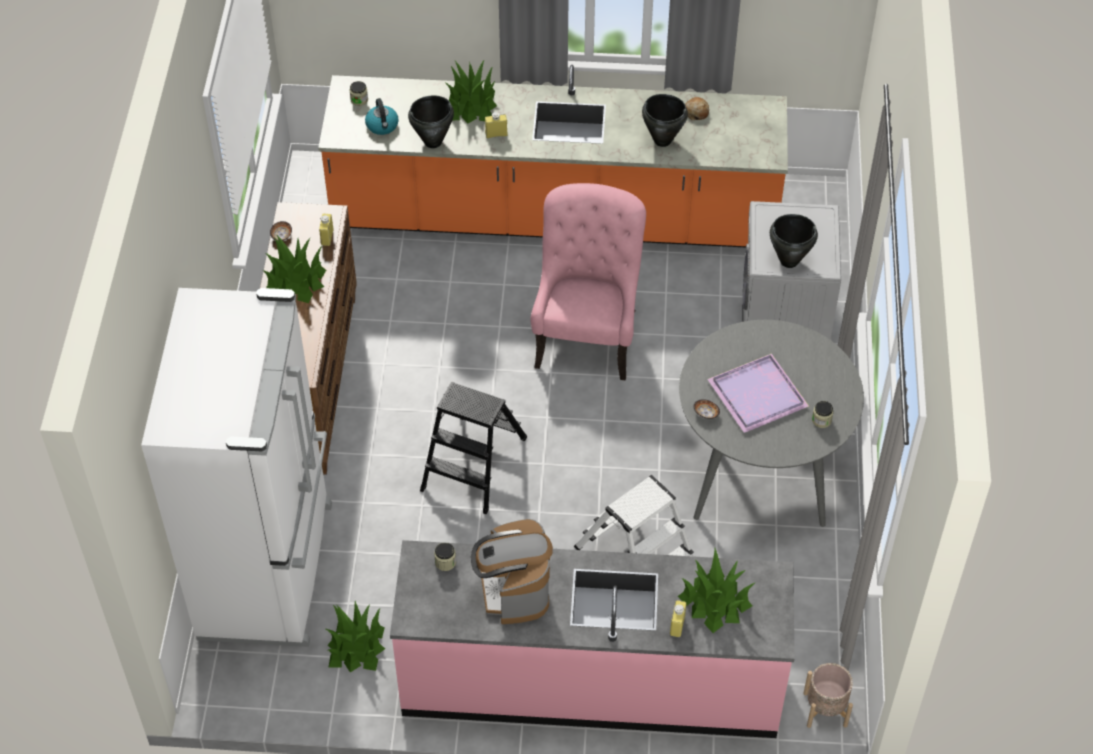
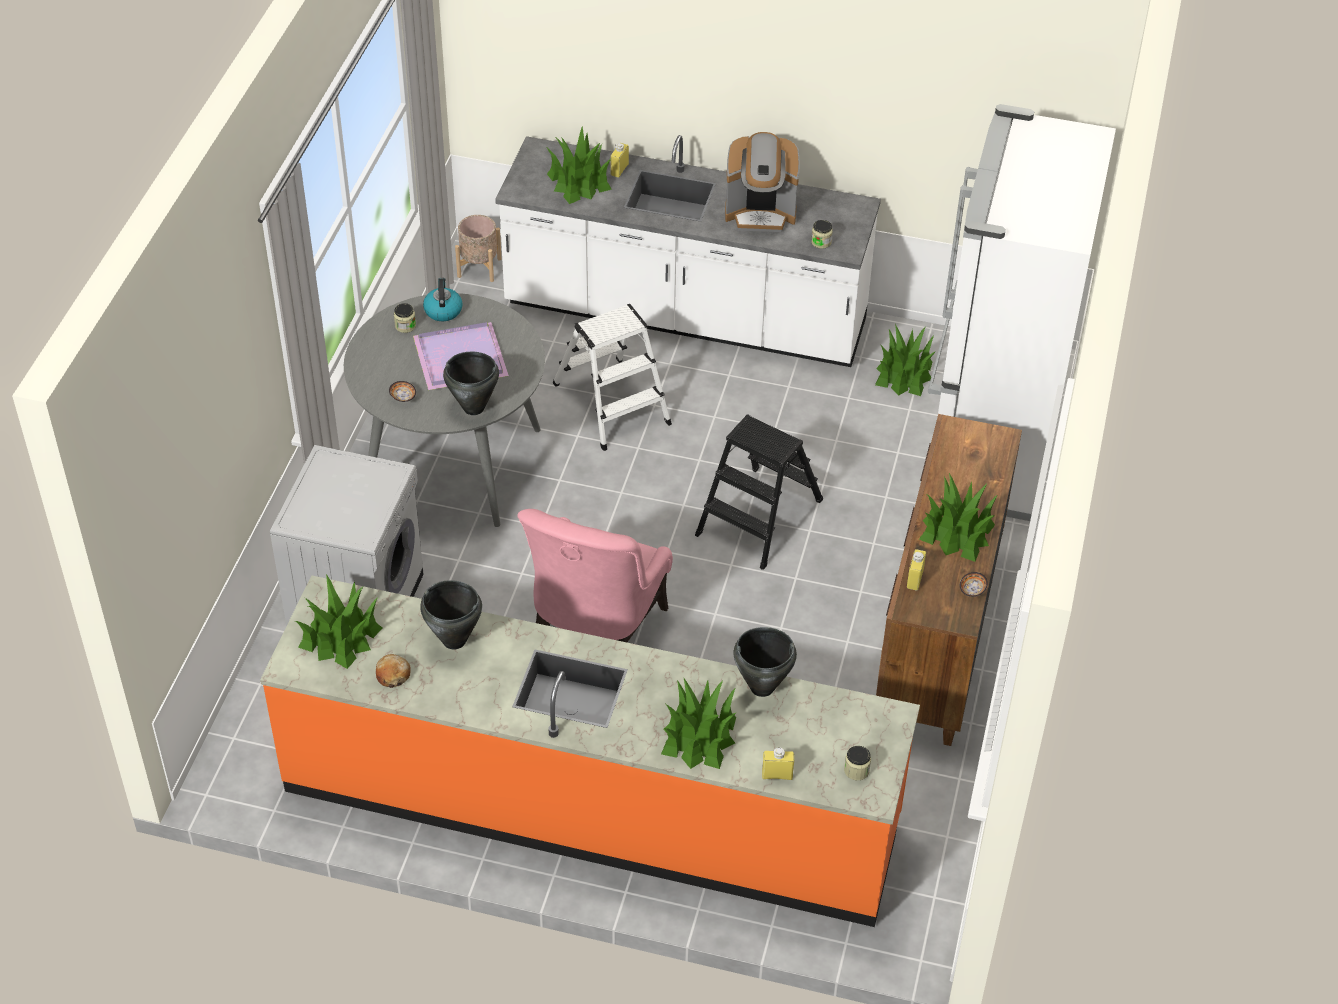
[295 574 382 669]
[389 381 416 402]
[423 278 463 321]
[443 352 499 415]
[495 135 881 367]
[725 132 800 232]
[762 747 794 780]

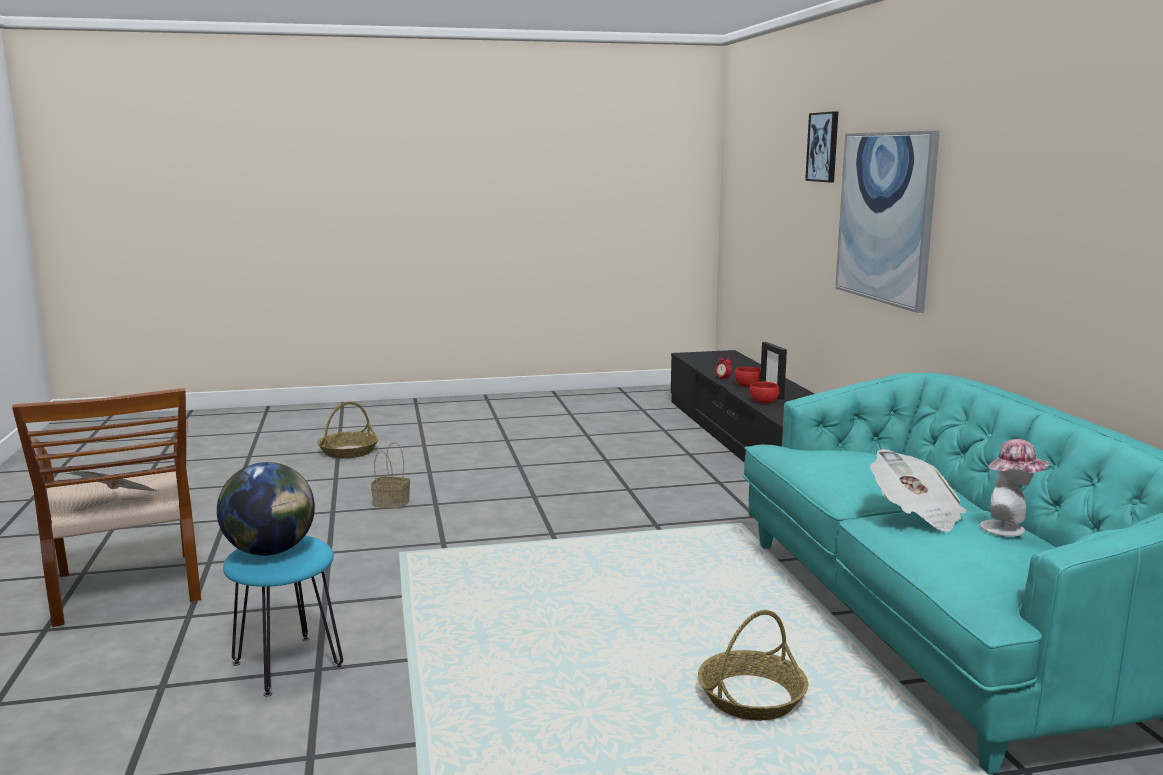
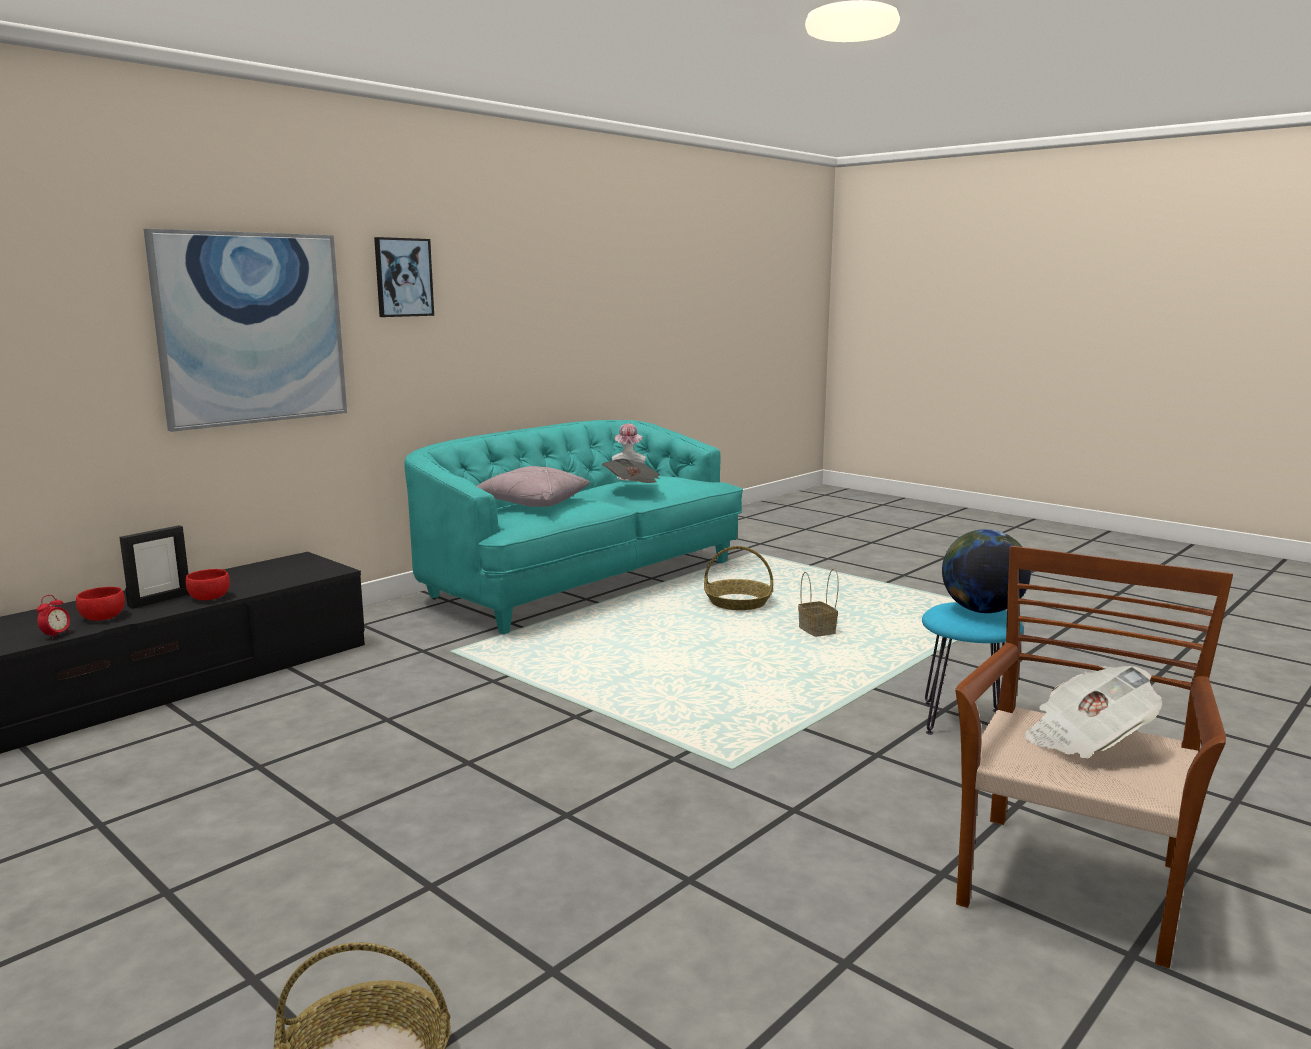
[374 237 434 317]
[477 466 590 507]
[798 568 839 637]

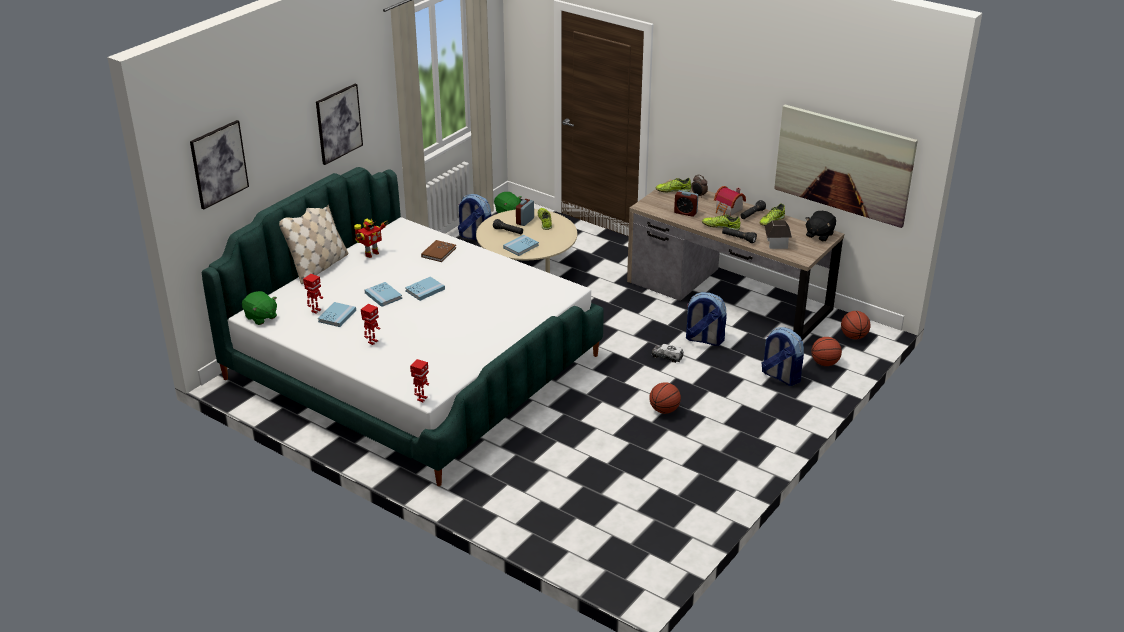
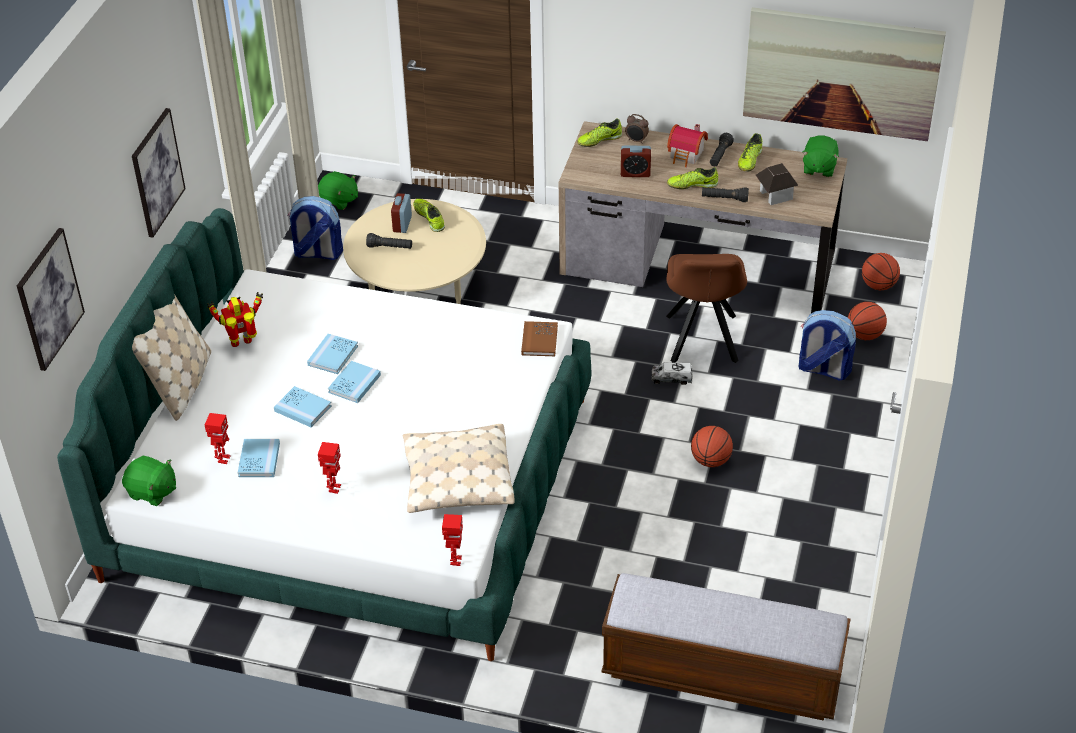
[208 292 263 347]
[307 334 358 374]
[403 424 515 513]
[521 321 558 356]
[601 573 851 721]
[666 254 747 363]
[802 136 839 177]

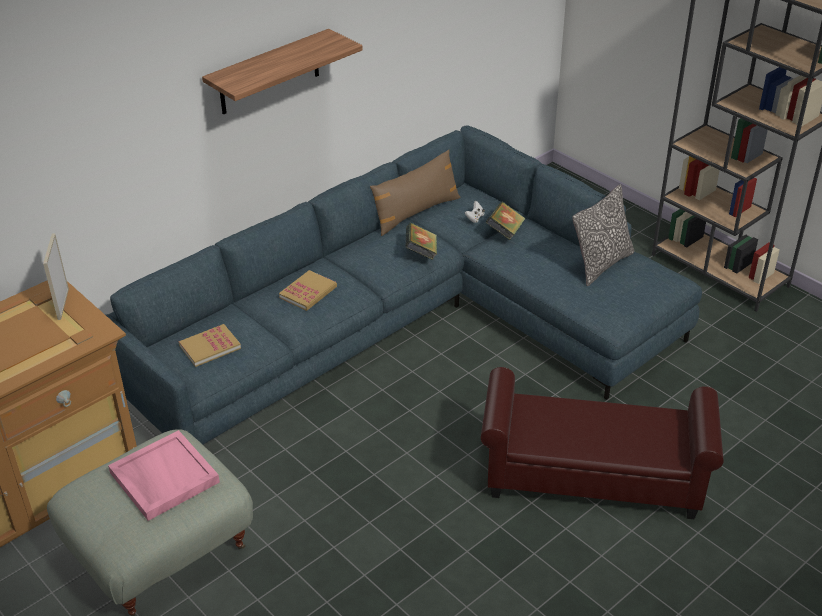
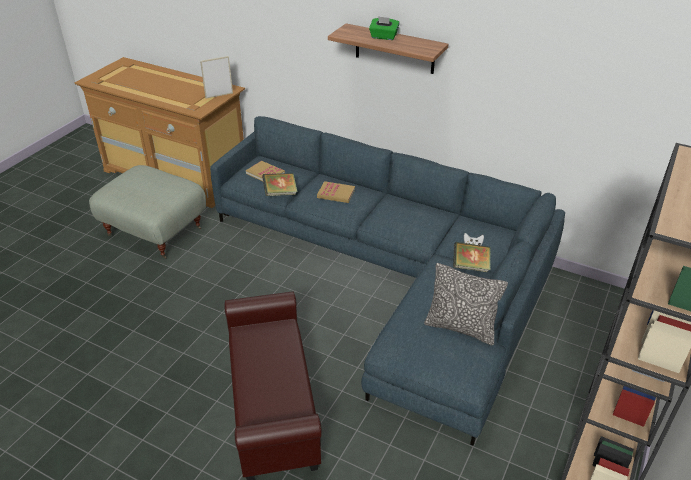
[262 173 298 196]
[369 16 400 40]
[108 430 220 521] (first image)
[370 149 461 236] (first image)

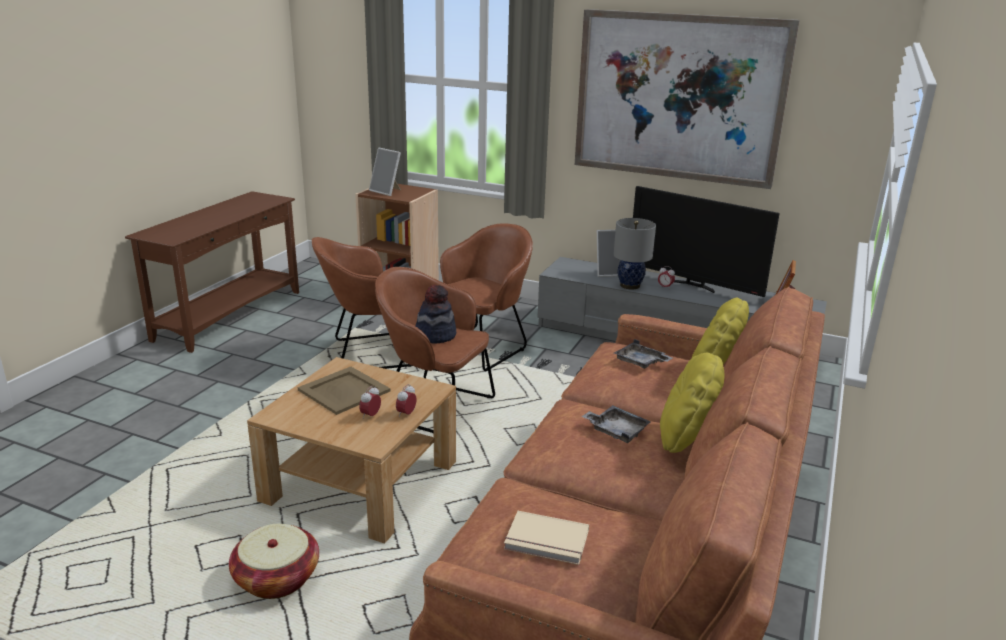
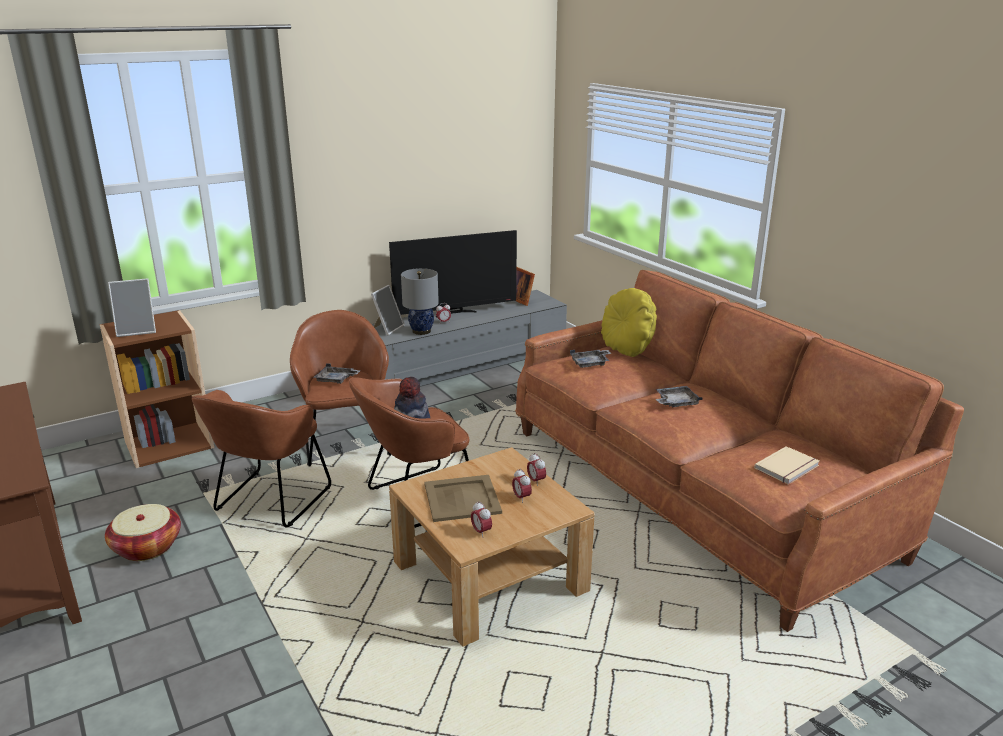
[105 504 181 561]
[313 363 360 384]
[471 501 492 538]
[575 9 800 189] (first image)
[660 353 725 453] (first image)

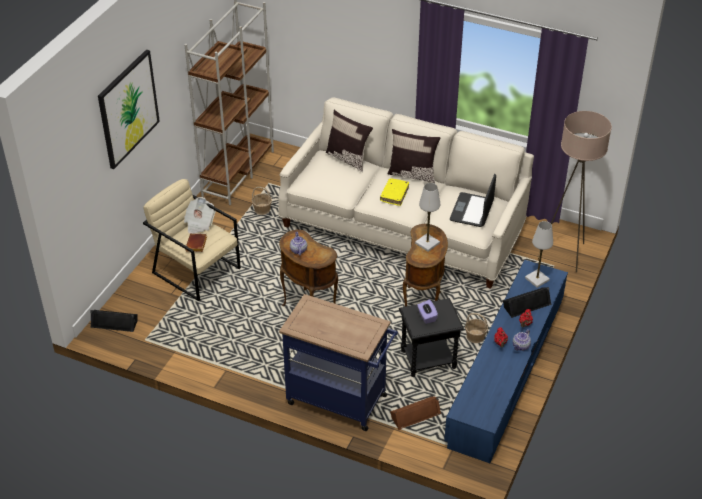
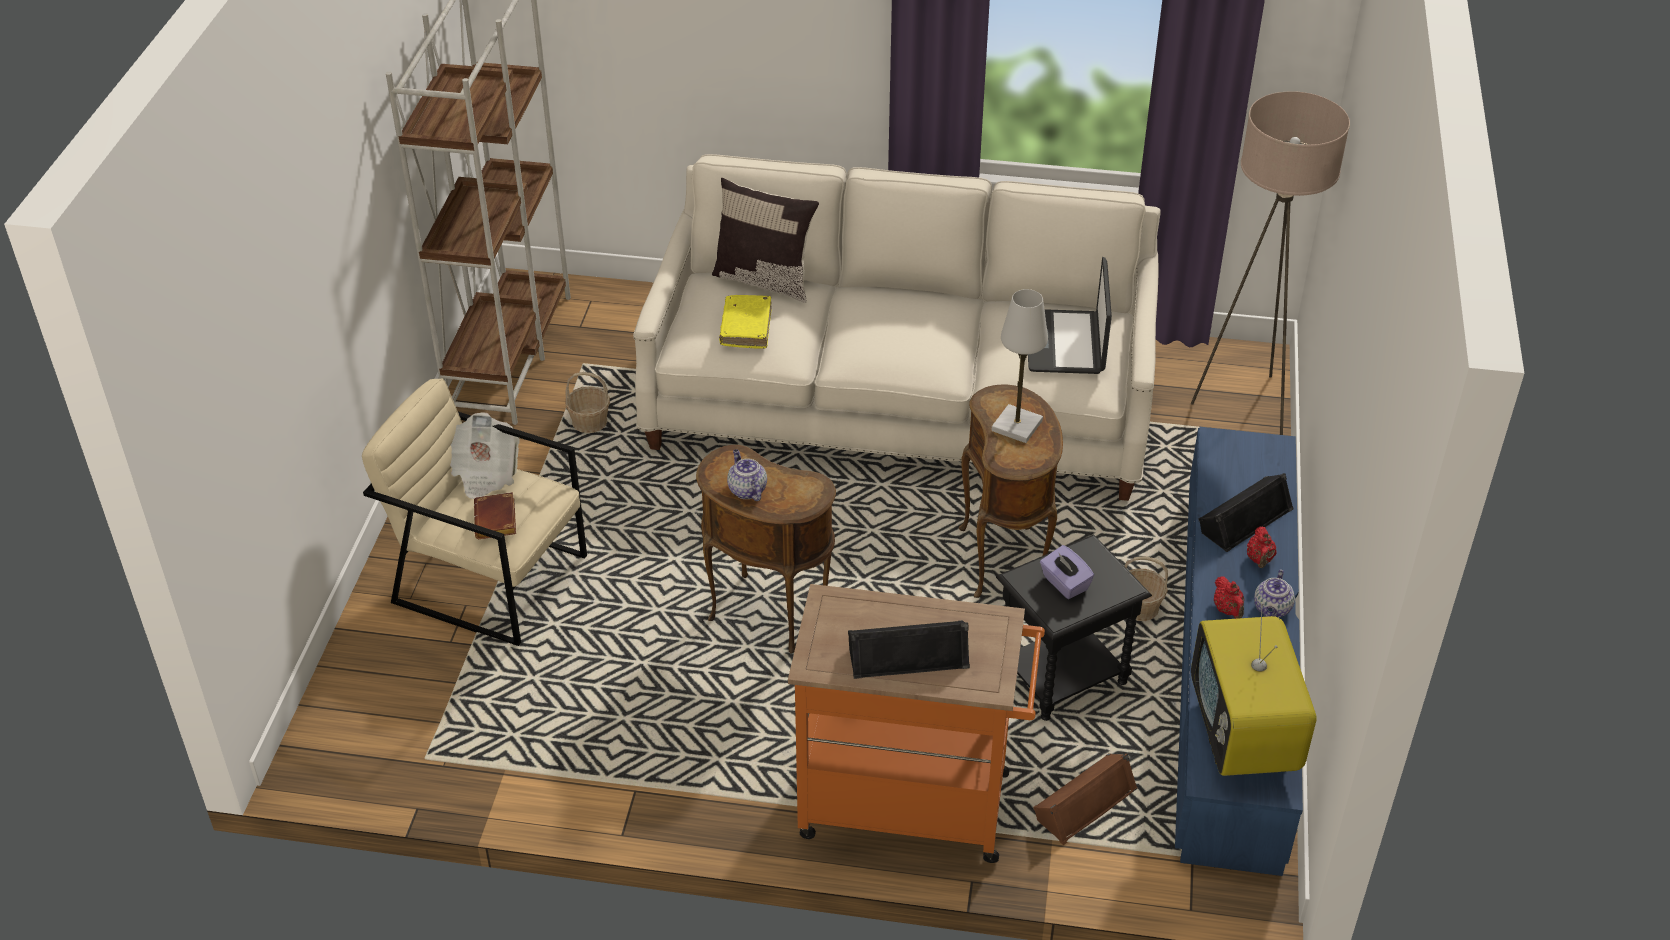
[719 295 772 349]
[788 584 1045 863]
[848 620 970 679]
[1191 602 1317 776]
[98 50 160 169] (first image)
[387 129 441 184] (first image)
[525 221 553 288] (first image)

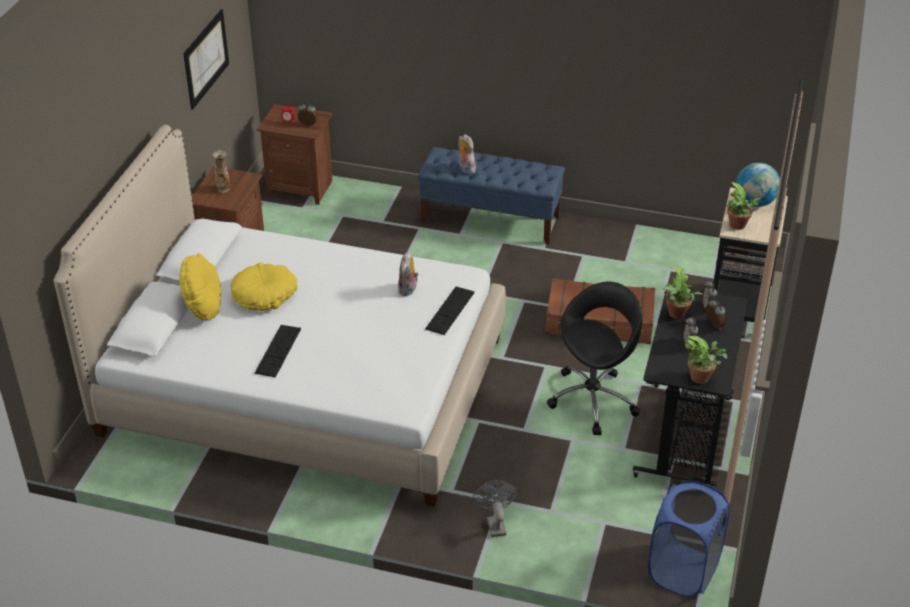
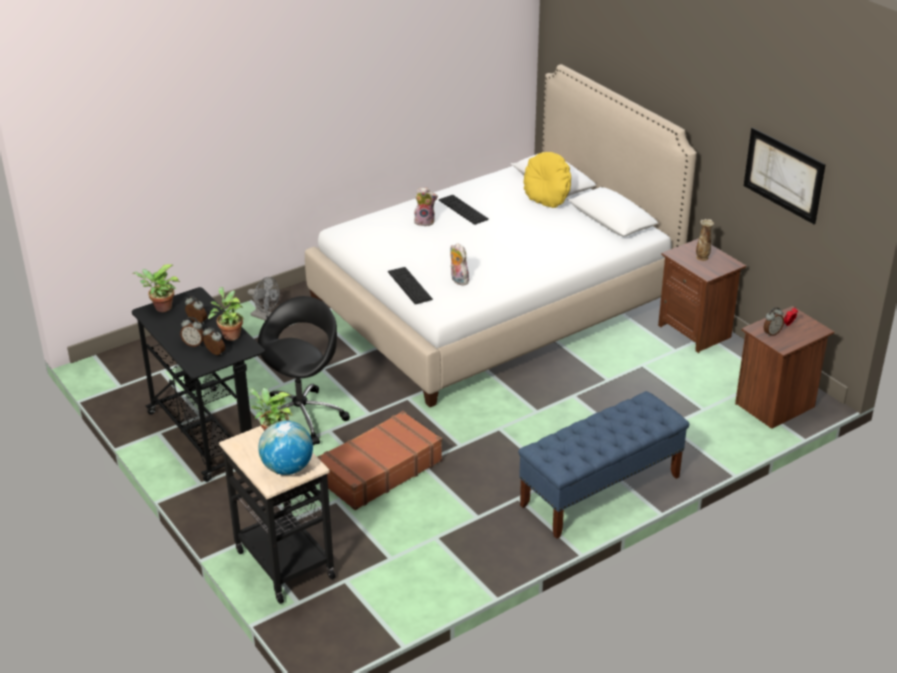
[258 296 350 445]
[414 187 438 226]
[230 262 298 311] (first image)
[648 480 730 598] (first image)

